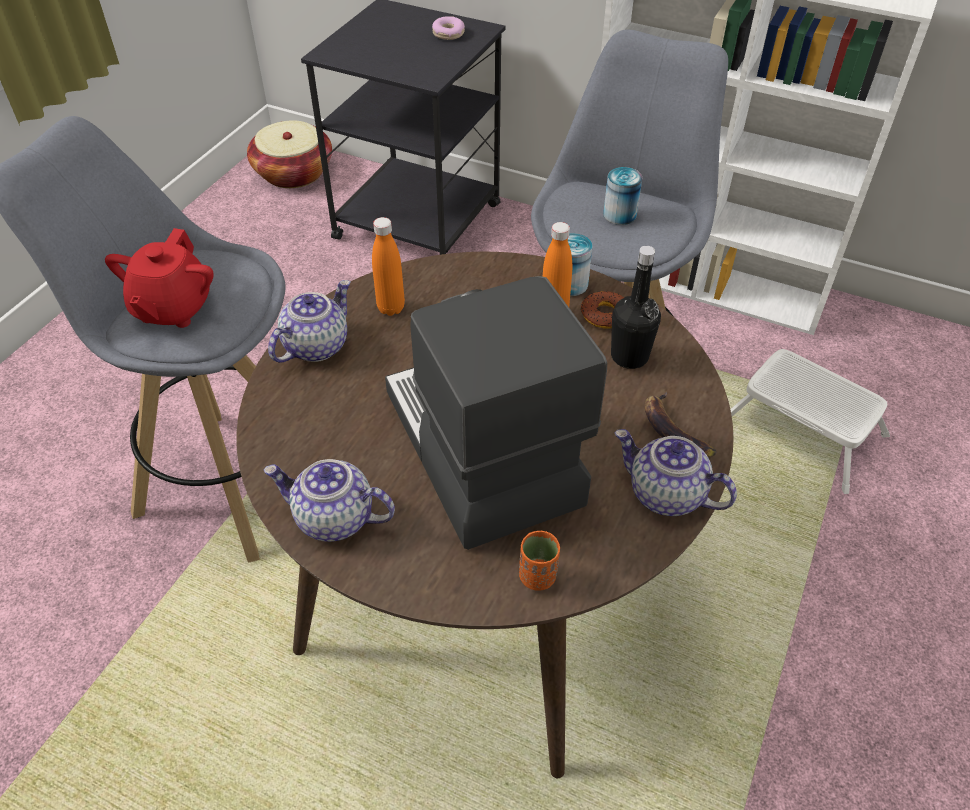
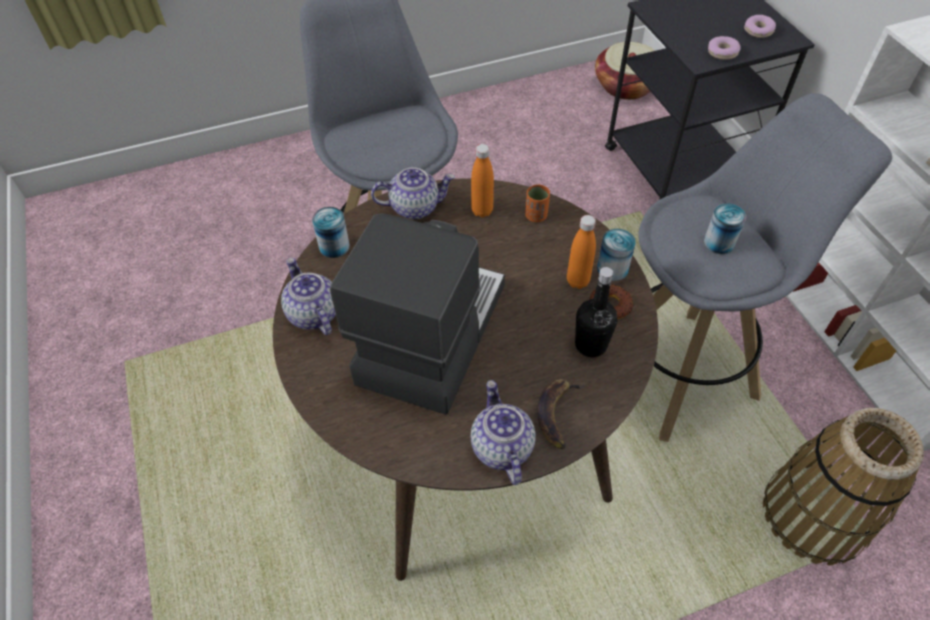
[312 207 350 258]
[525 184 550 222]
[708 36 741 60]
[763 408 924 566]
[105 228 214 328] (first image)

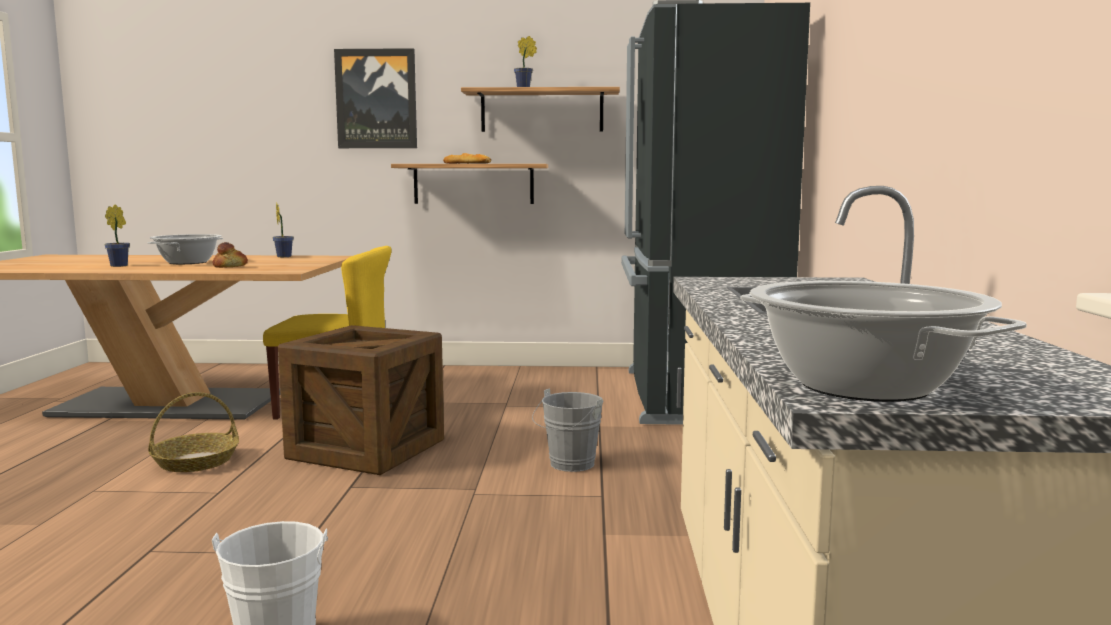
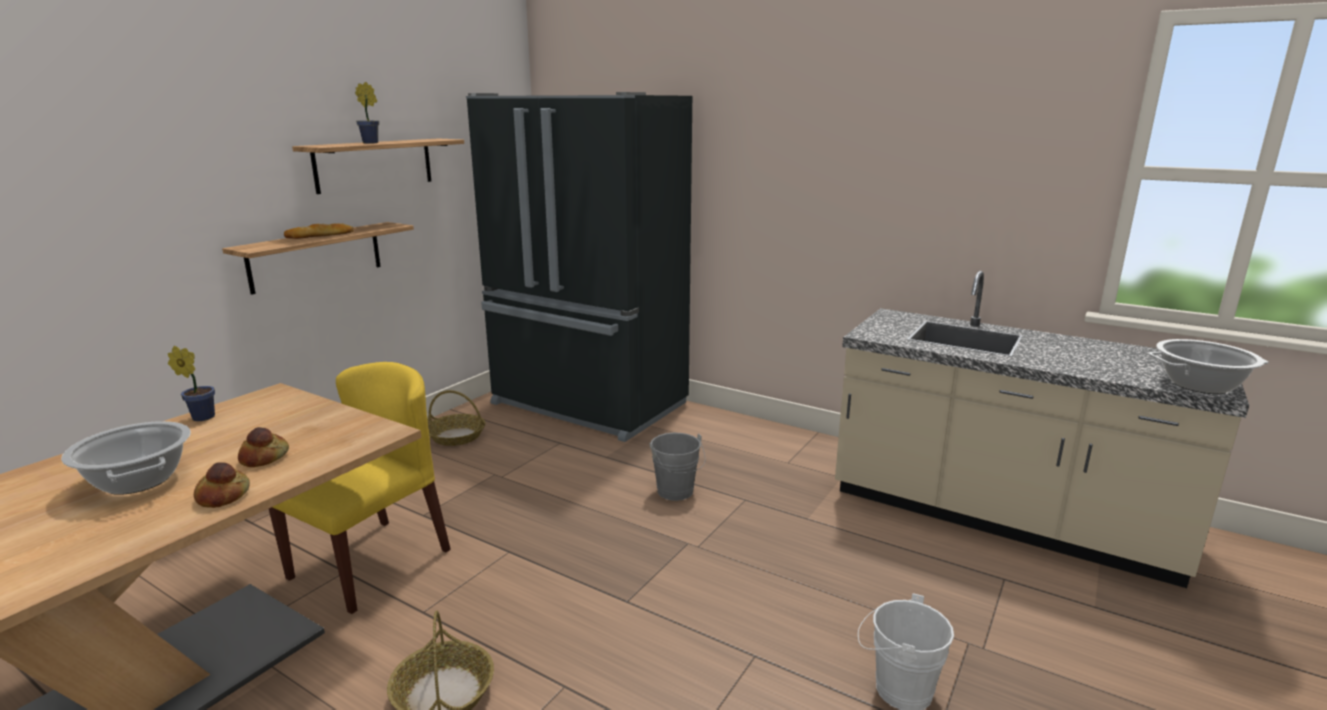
[194 462 250 508]
[427 390 485 446]
[104 204 130 267] (first image)
[278 325 444 475] (first image)
[334 48 417 148] (first image)

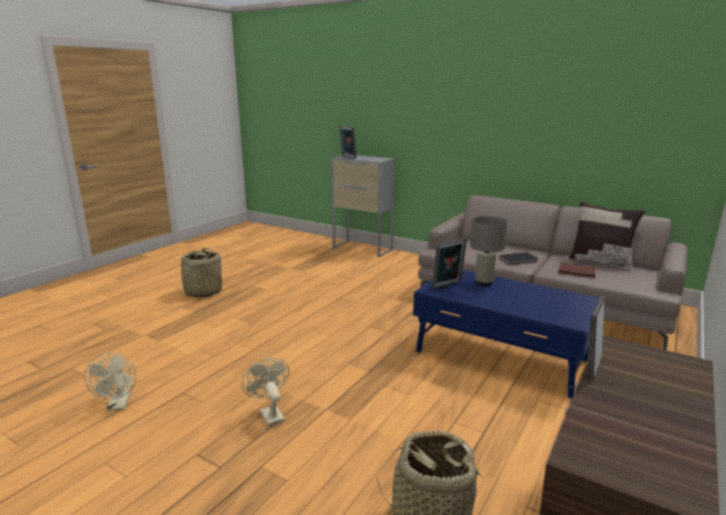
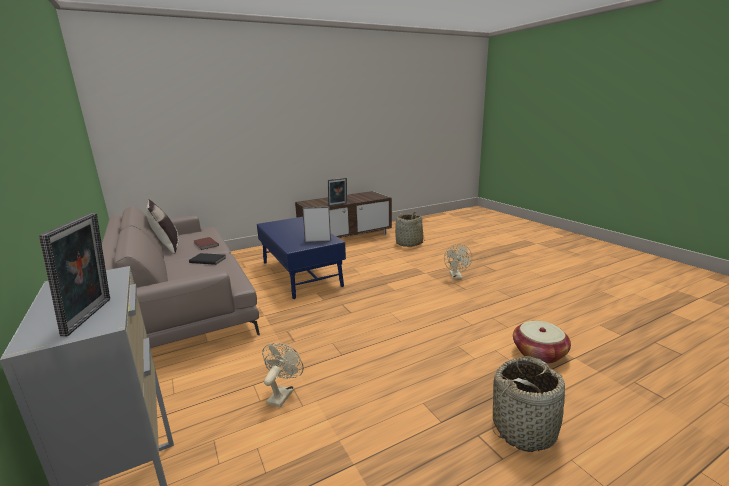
[262 343 304 407]
[513 321 571 364]
[470 216 508 286] (first image)

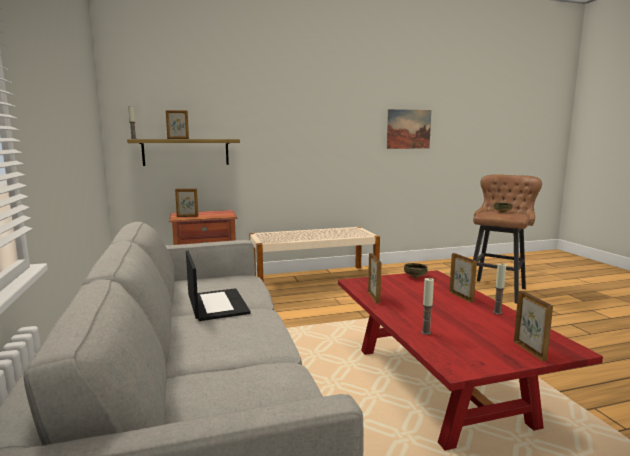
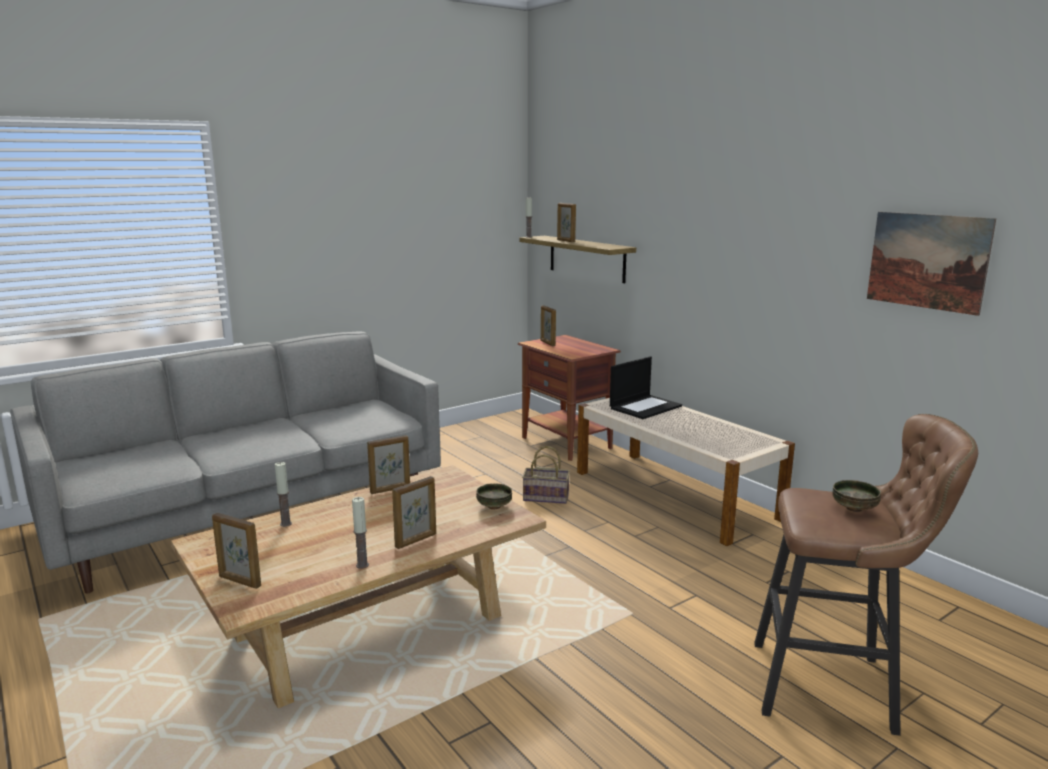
[171 465 546 708]
[212 513 261 589]
[522 446 570 504]
[610 356 682 419]

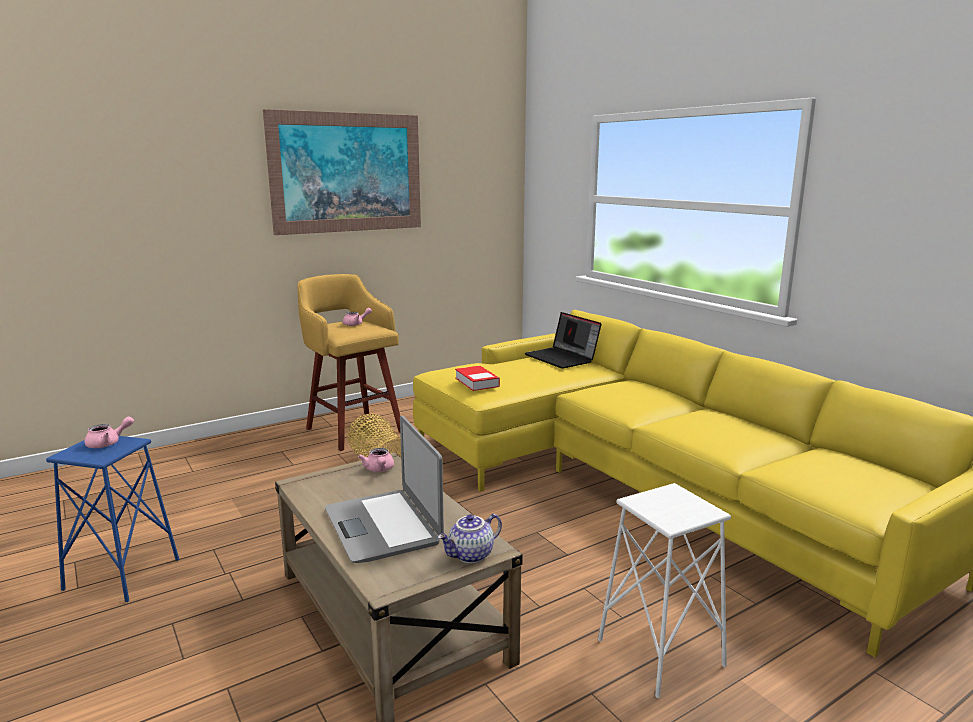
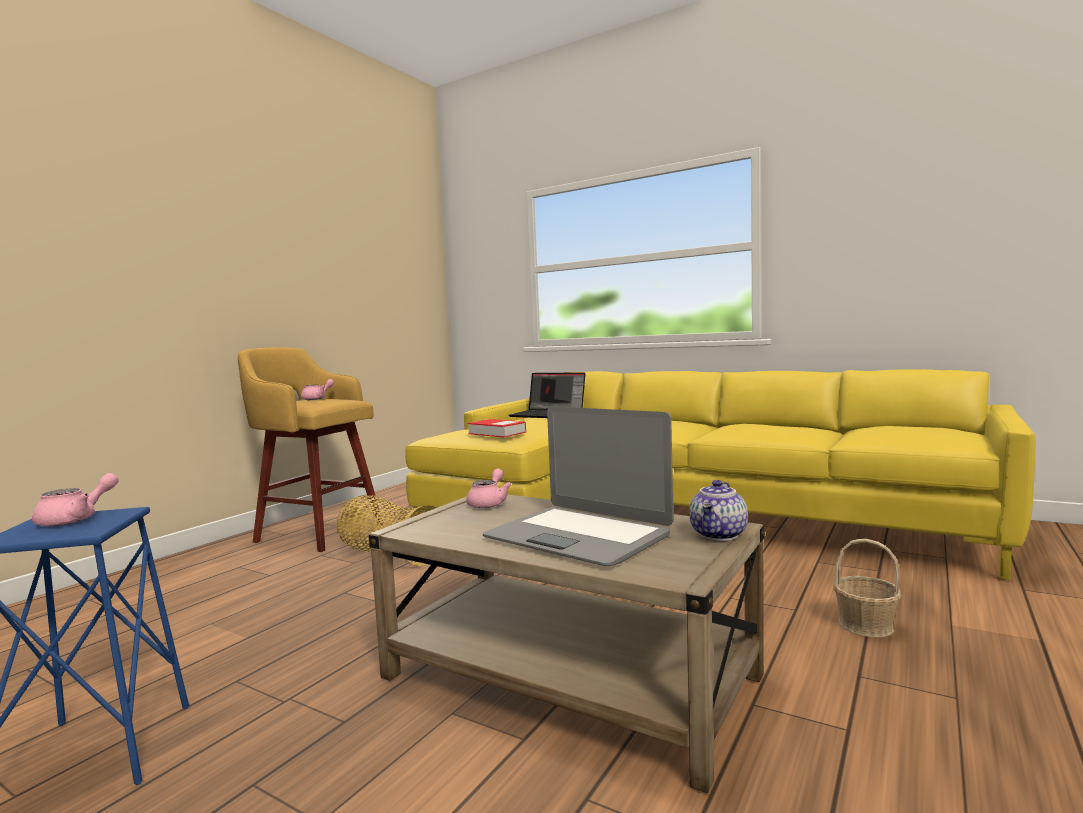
[466 469 512 508]
[833 539 902 637]
[263 109 421 235] (first image)

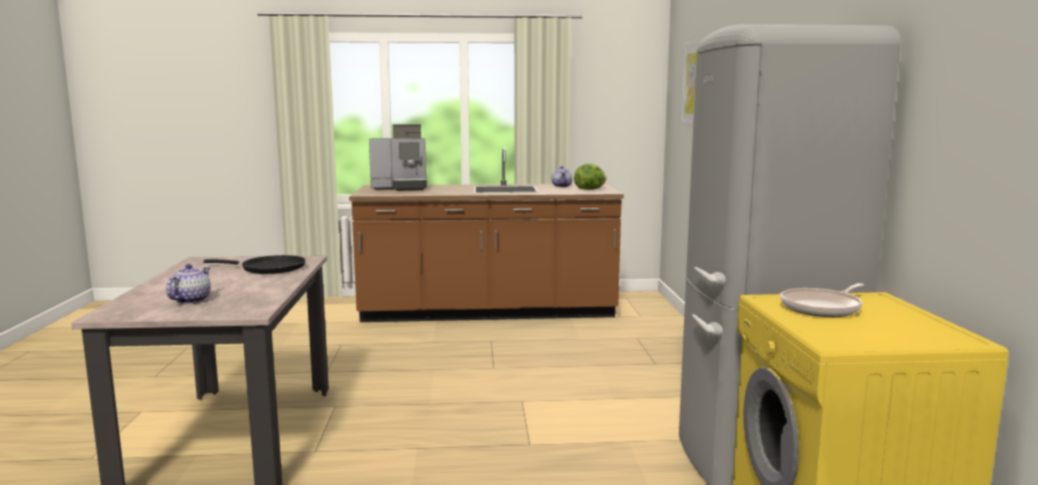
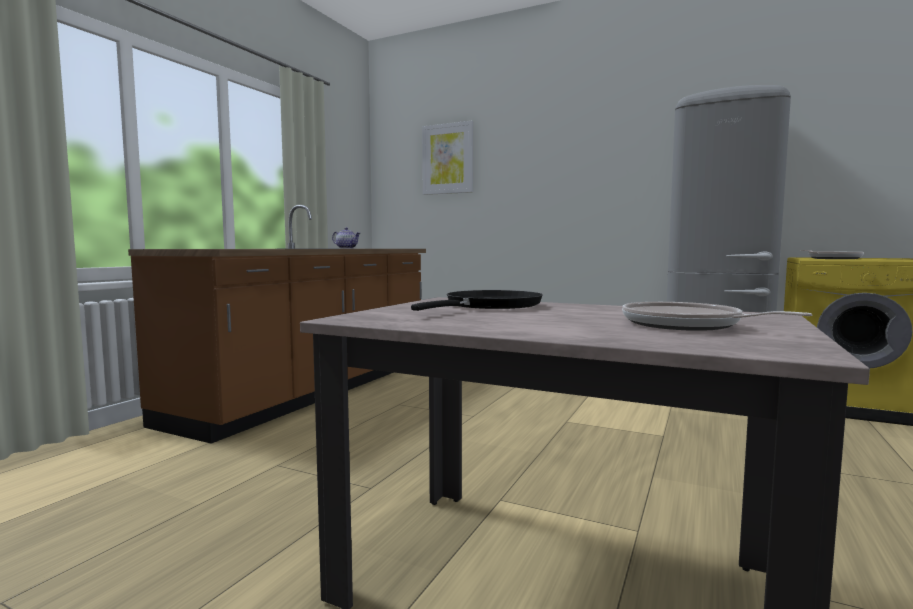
[622 302 813 331]
[369 124 427 191] (first image)
[574 163 606 190] (first image)

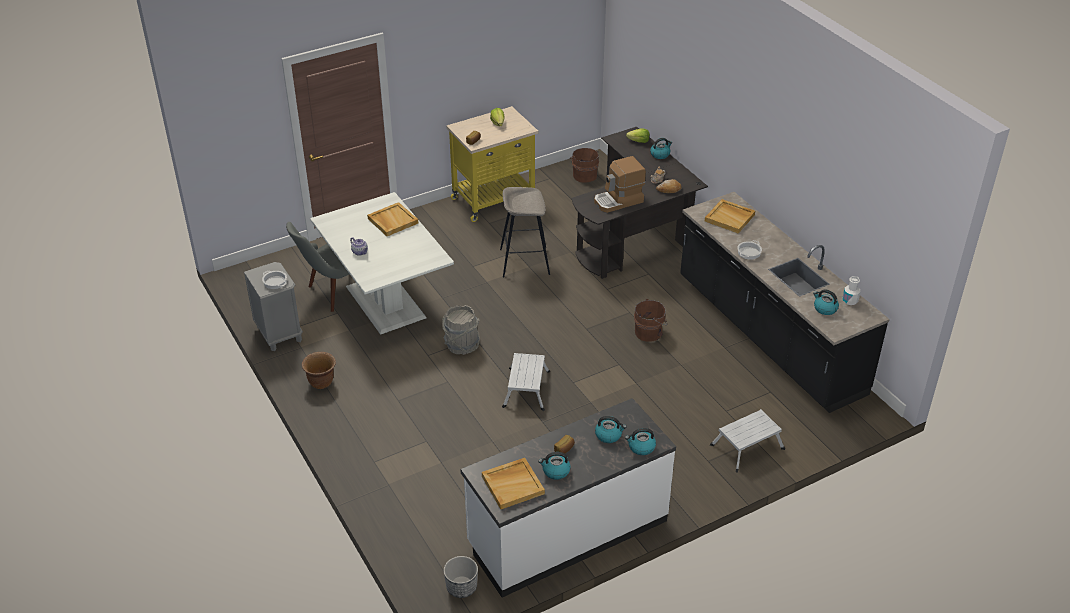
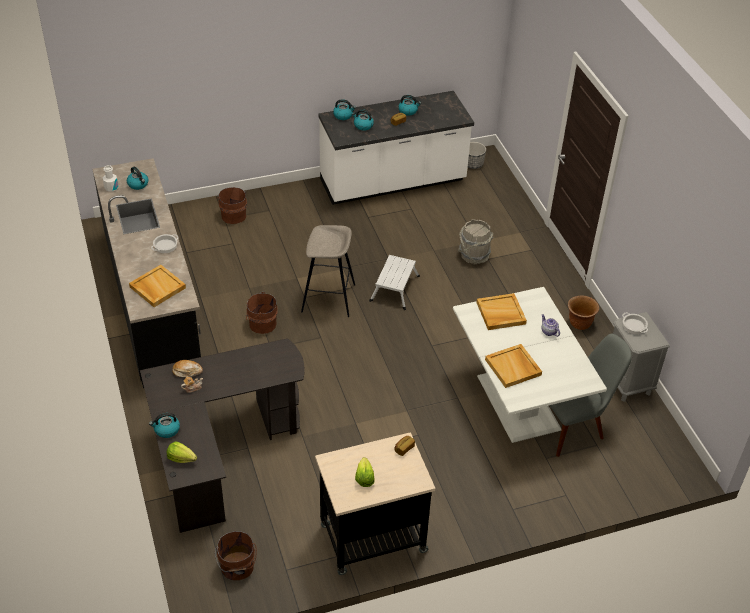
[217 187 247 224]
[301 225 355 317]
[315 432 436 575]
[458 219 493 264]
[477 293 527 330]
[594 156 646 213] (first image)

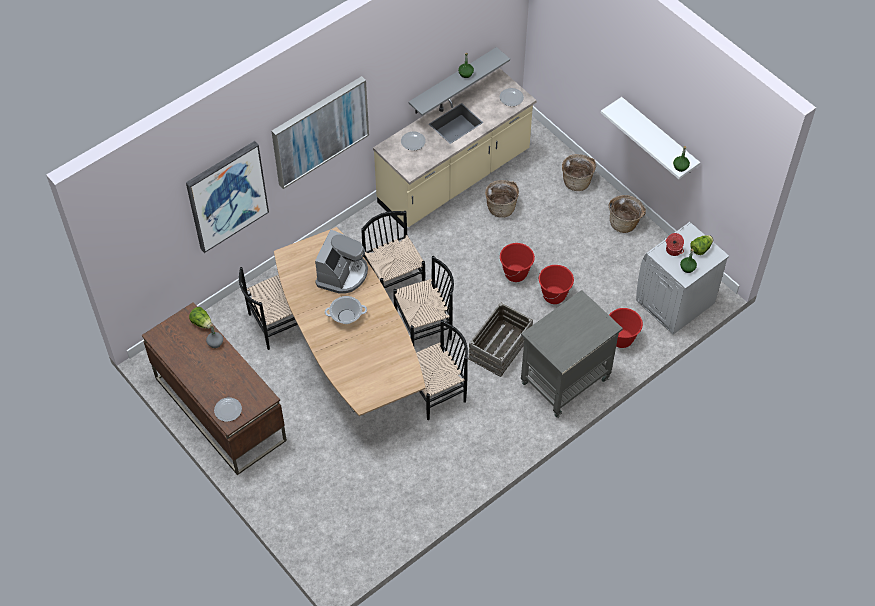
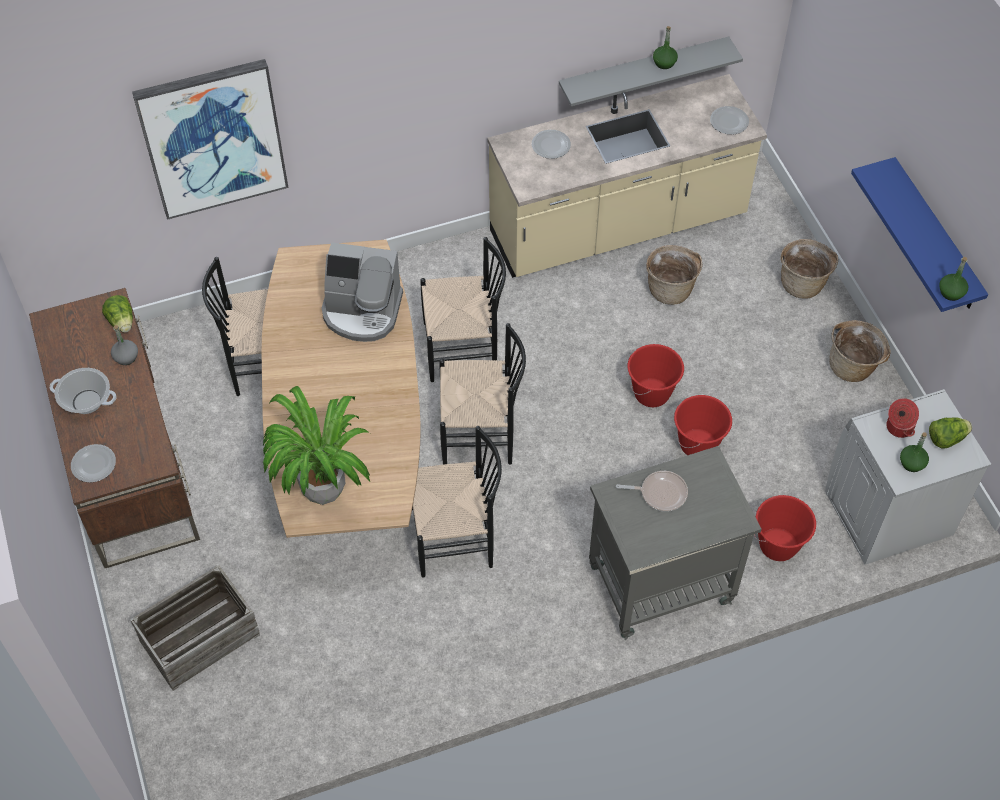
[49 368 116 414]
[130 565 260 691]
[263 386 370 505]
[322 242 403 342]
[420 237 506 382]
[616 471 688 512]
[851 157 988 312]
[271 76 369 189] (first image)

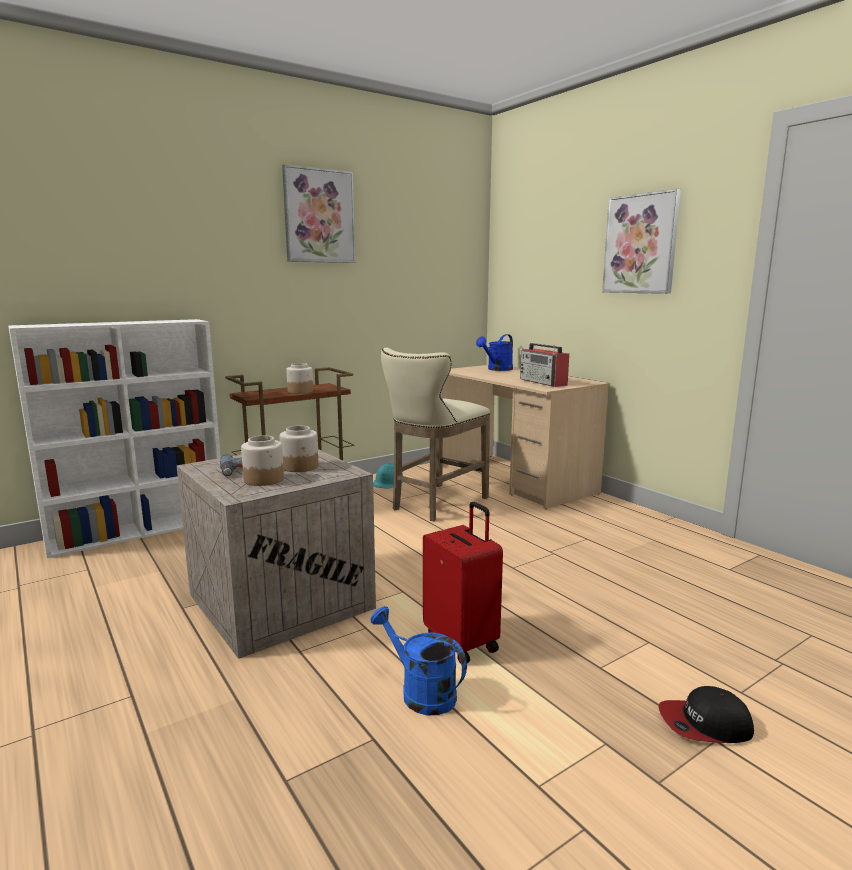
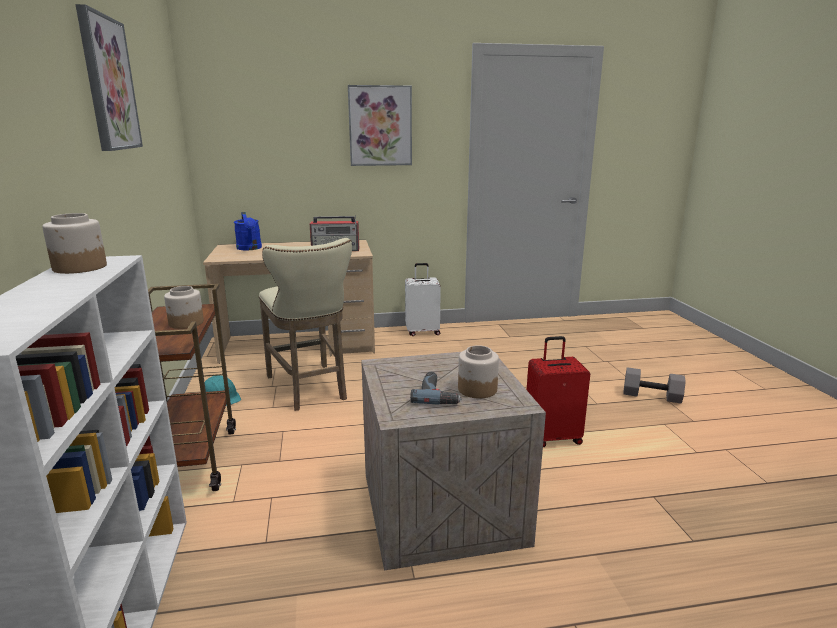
[42 213 107 274]
[405 263 441 336]
[623 367 686 403]
[371 606 467 715] (first image)

